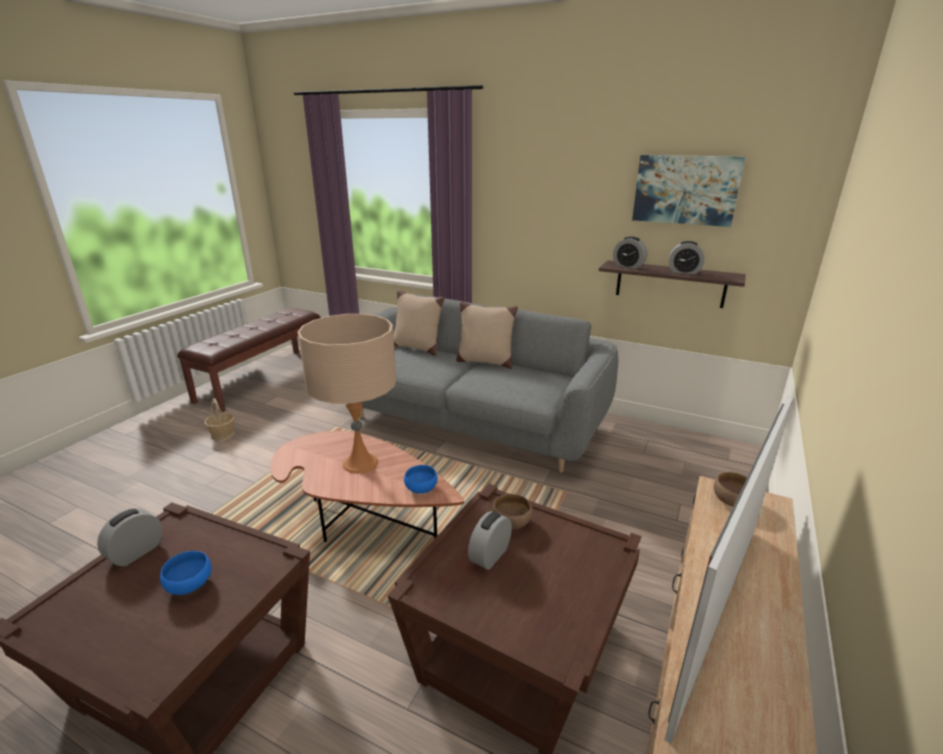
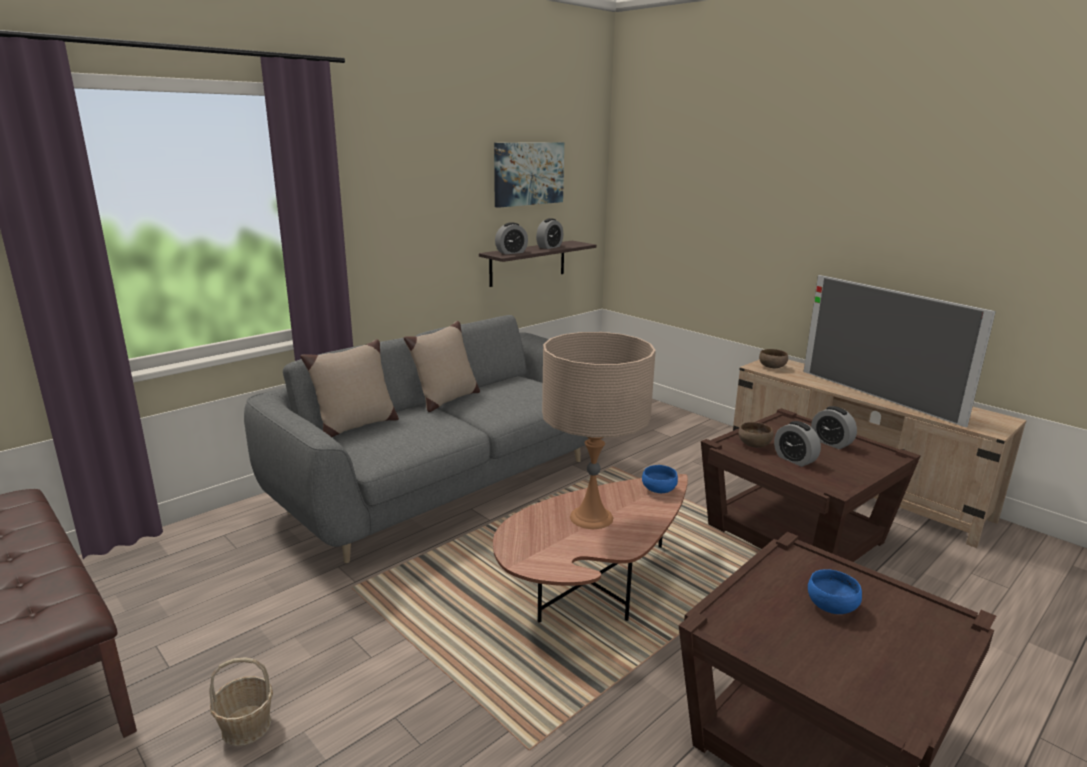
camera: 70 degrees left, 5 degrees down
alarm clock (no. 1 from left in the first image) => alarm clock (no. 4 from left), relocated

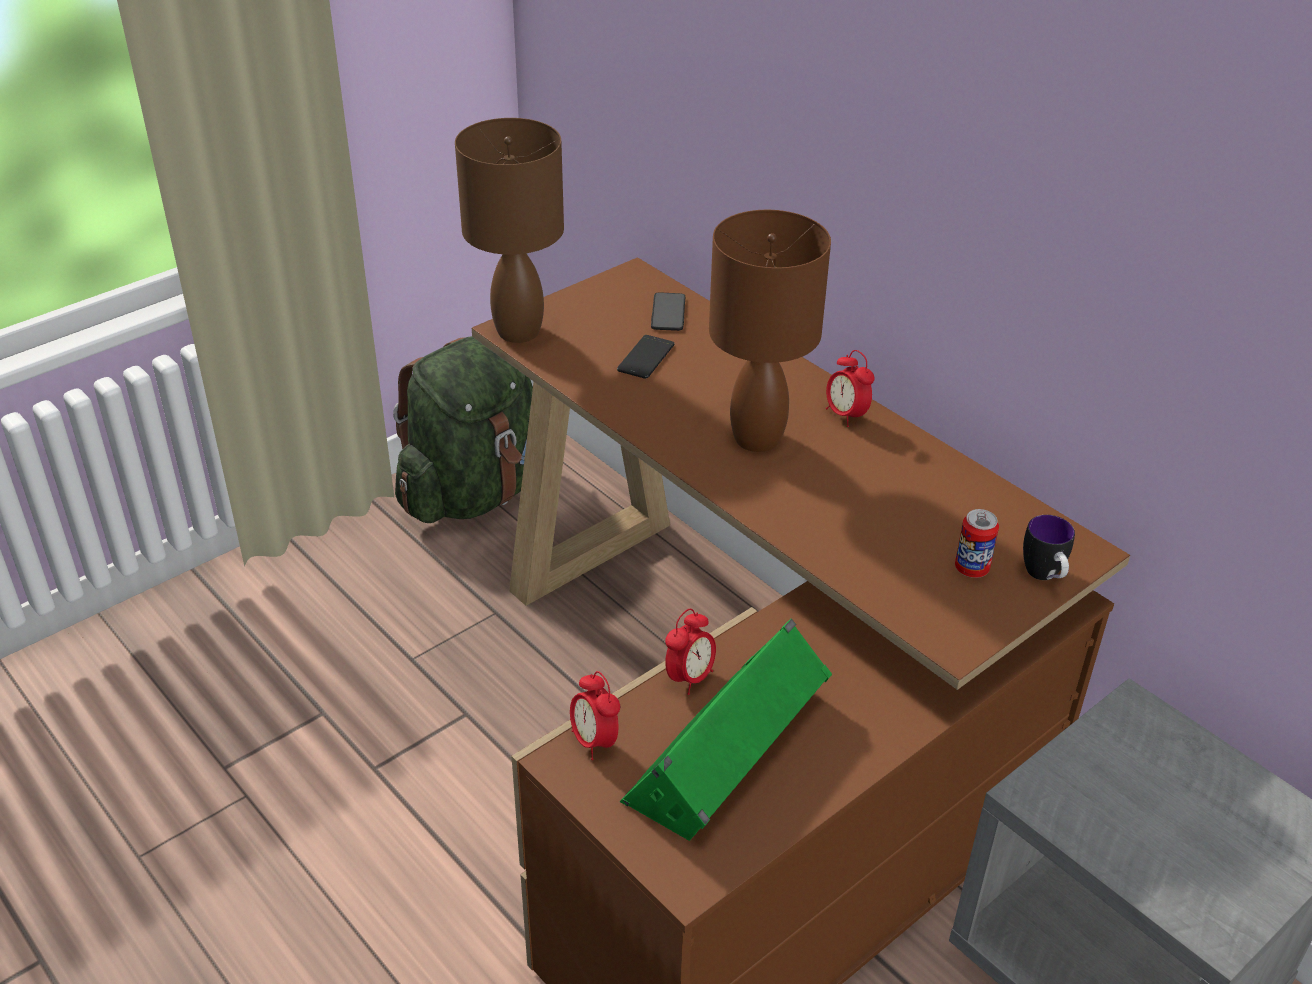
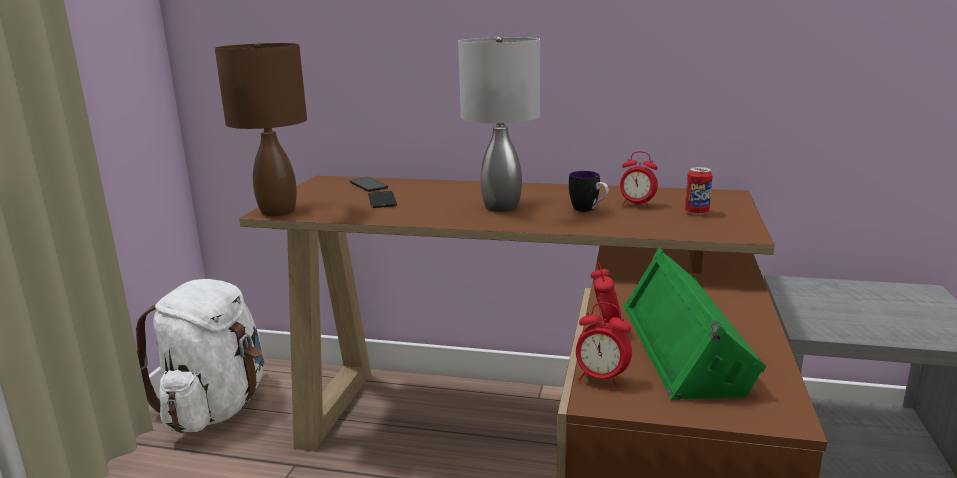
camera: 35 degrees left, 20 degrees down
brown table lamp (no. 2 from left) => grey table lamp
green backpack => white backpack
alarm clock (no. 3 from left), relocated
mug, relocated

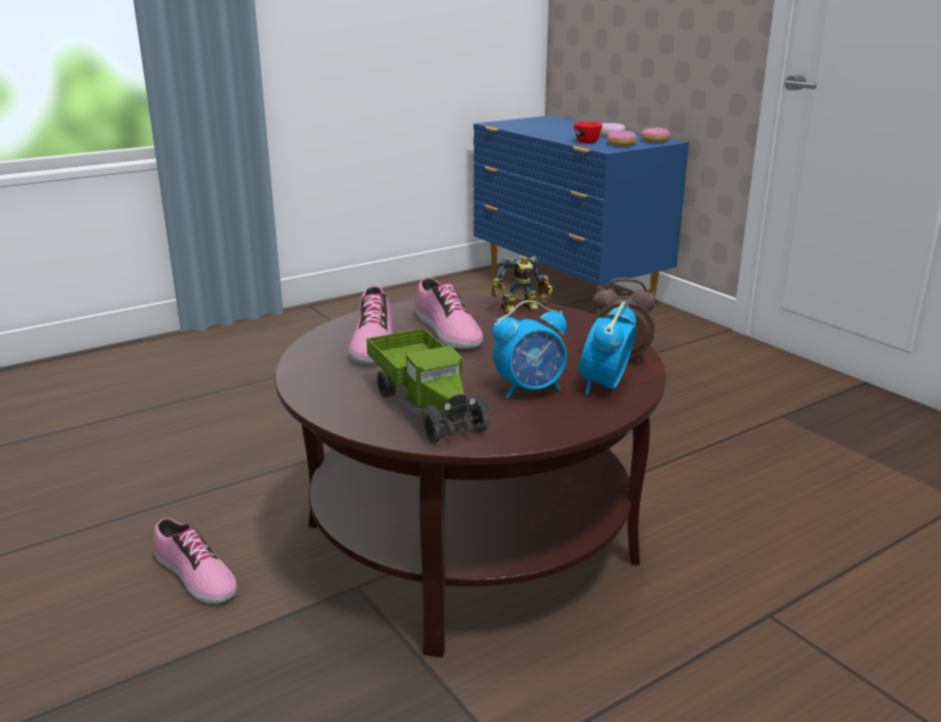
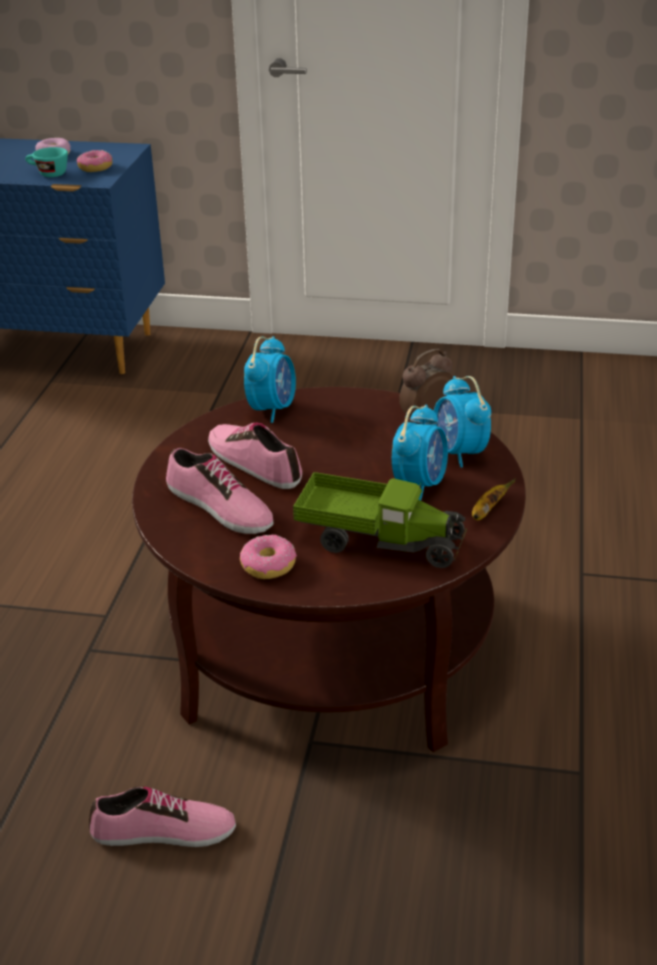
camera: 45 degrees left, 10 degrees up
red cup => turquoise cup
donut (no. 3 from left), relocated
toy robot => alarm clock (no. 1 from left)
shoe (no. 3 from left), 150 degrees counterclockwise
nothing => banana

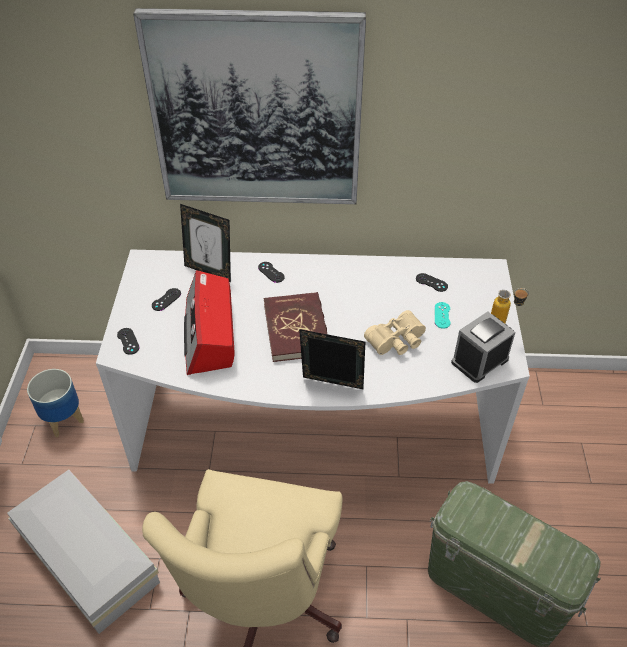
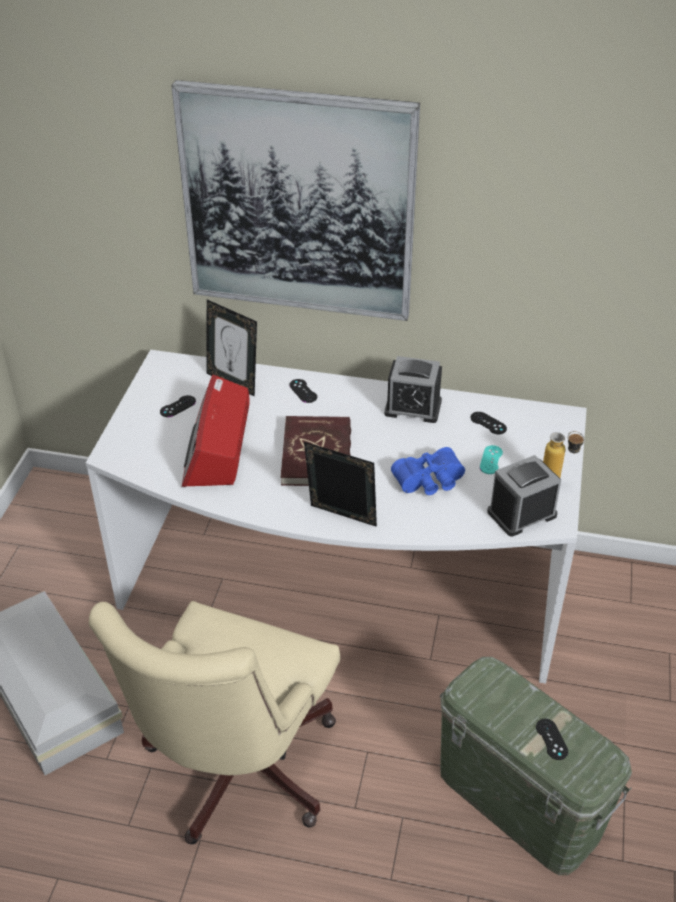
camera: 10 degrees right, 5 degrees down
beige binoculars => blue binoculars
black game controller (no. 1 from left in the first image) => black game controller (no. 4 from left), relocated
planter => nothing
nothing => alarm clock (no. 1 from left)

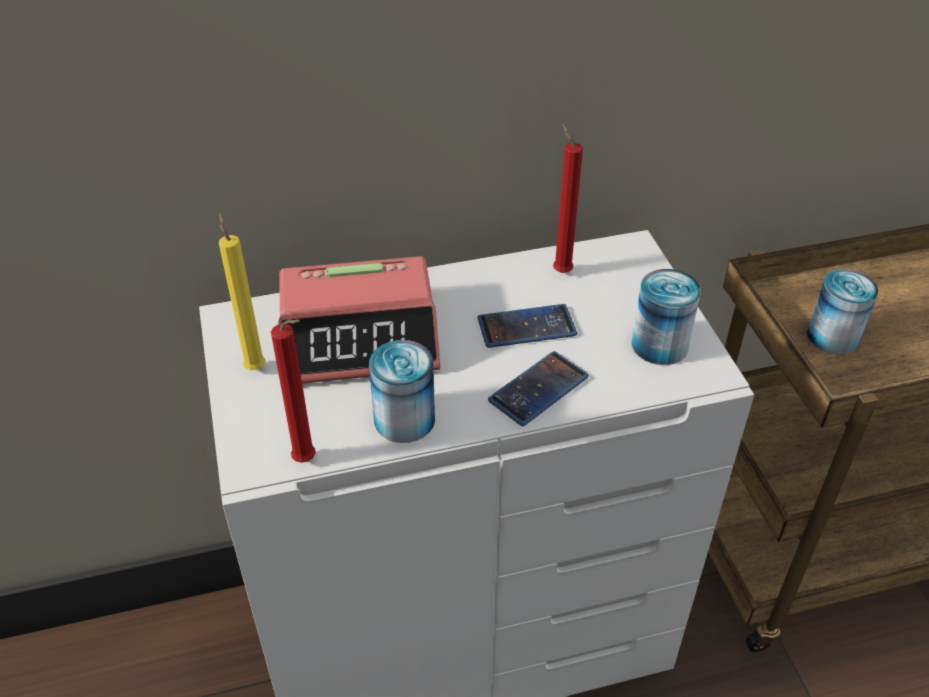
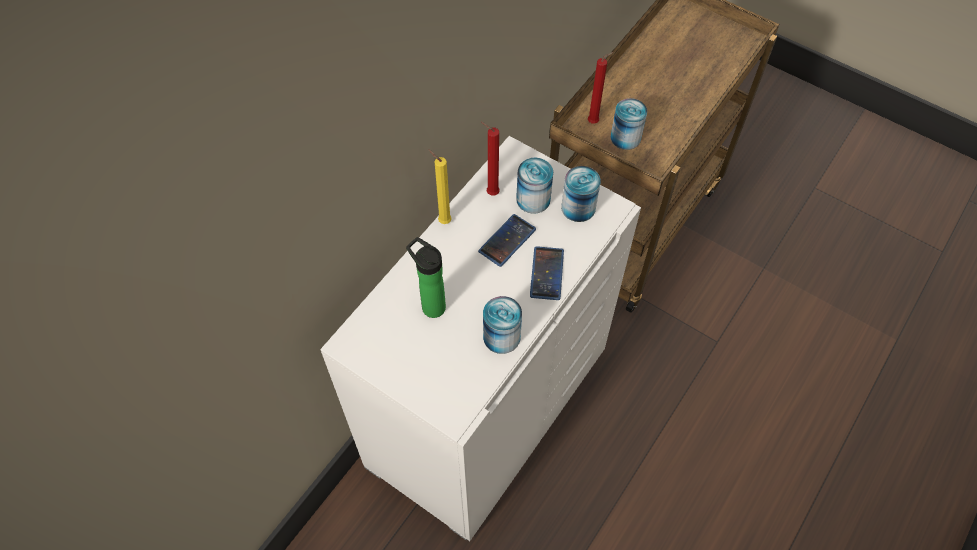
camera: 40 degrees left, 15 degrees up
yellow candle, relocated
alarm clock => bottle
red candle (no. 1 from left in the first image) => red candle (no. 2 from left), relocated
nothing => can (no. 2 from left)

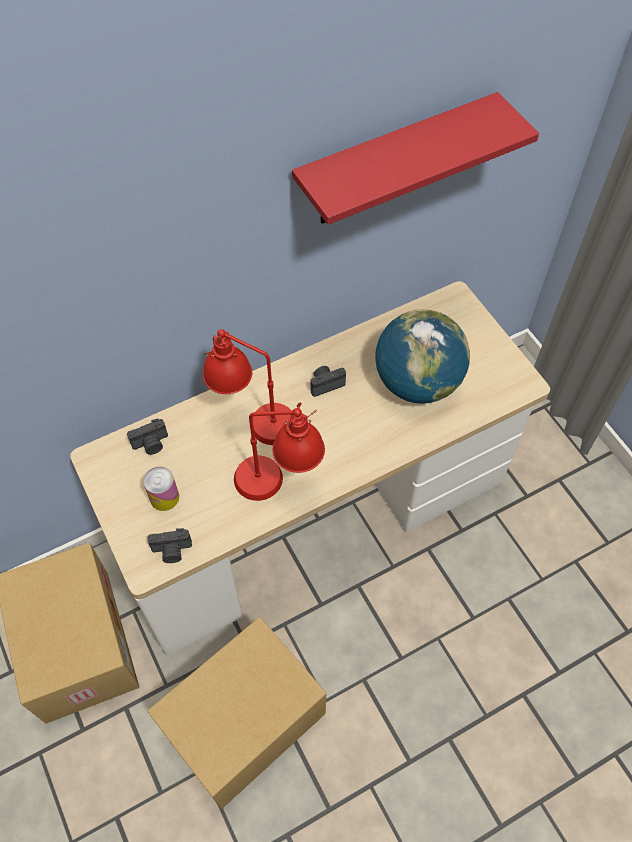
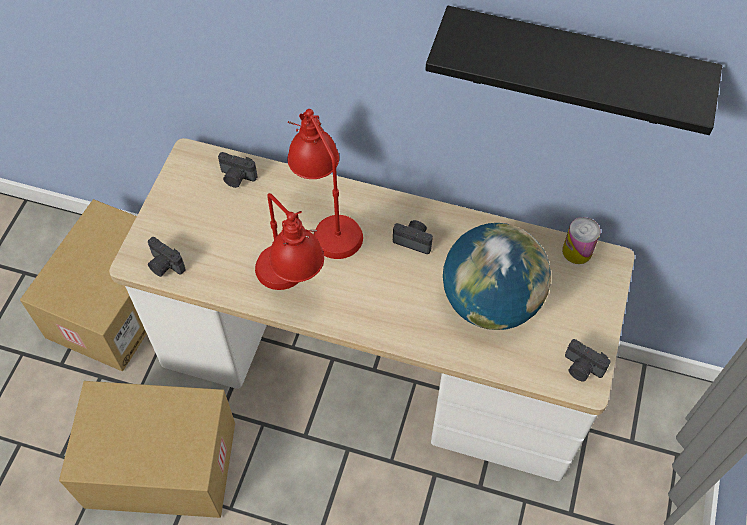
camera: 45 degrees right, 0 degrees up
red shelf => black shelf
can, relocated
nothing => photo camera (no. 4 from left)

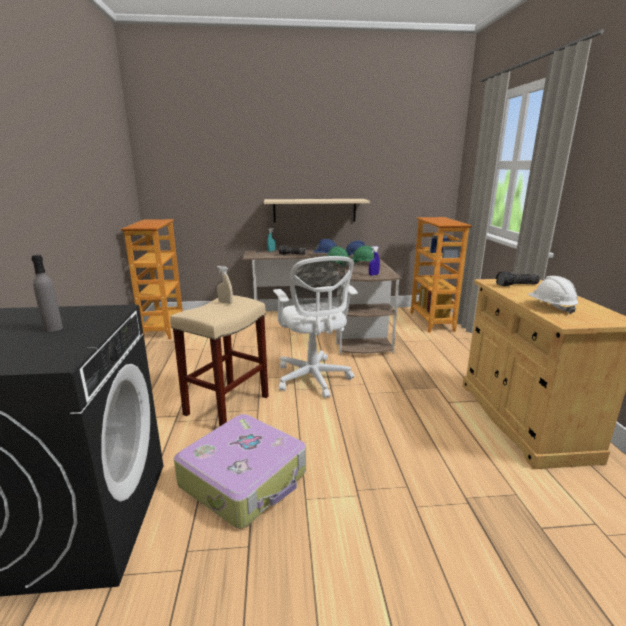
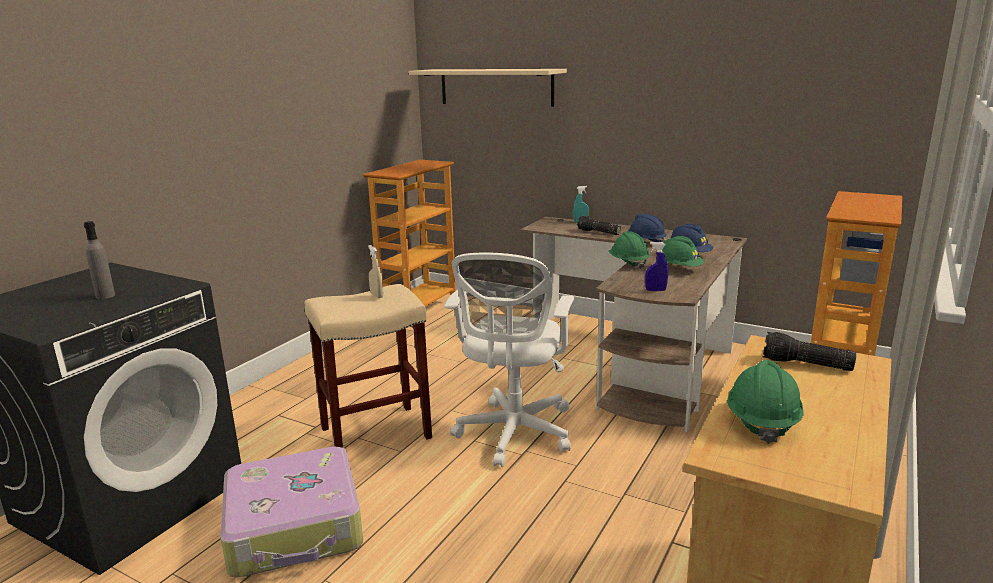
camera: 35 degrees right, 0 degrees up
beige shelf, relocated
white hard hat => green hard hat (no. 3 from left)

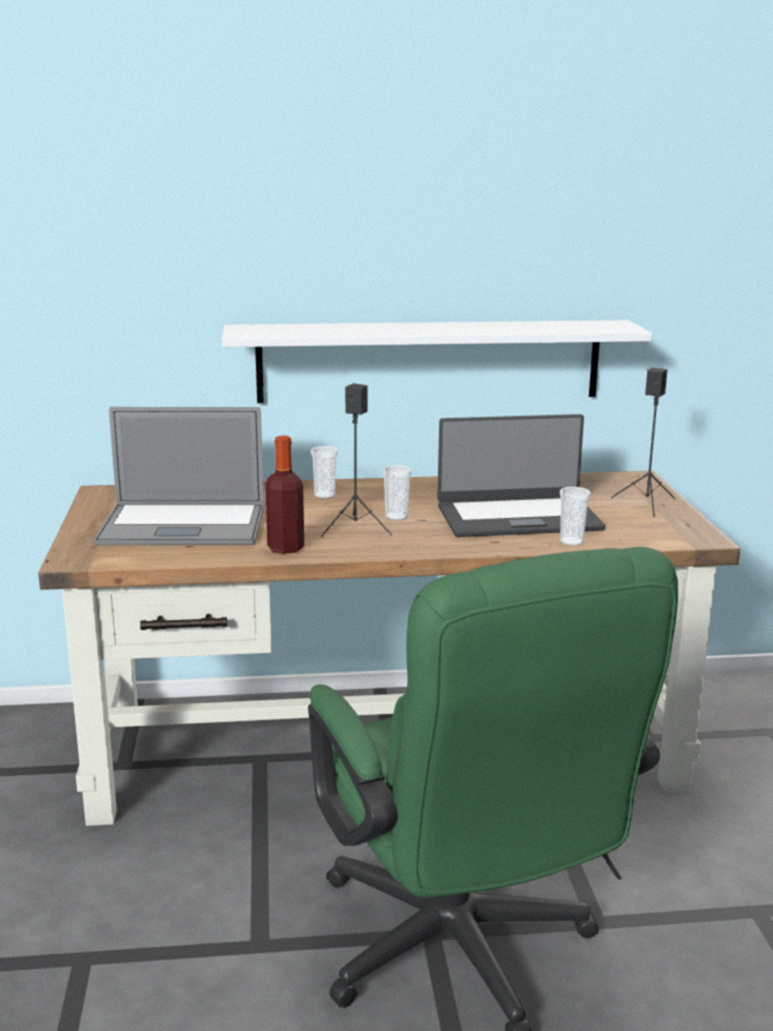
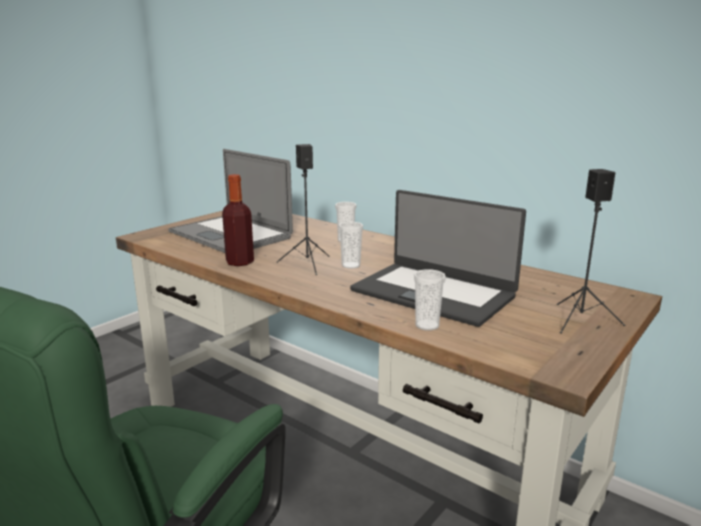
camera: 45 degrees right, 0 degrees up
white shelf => nothing

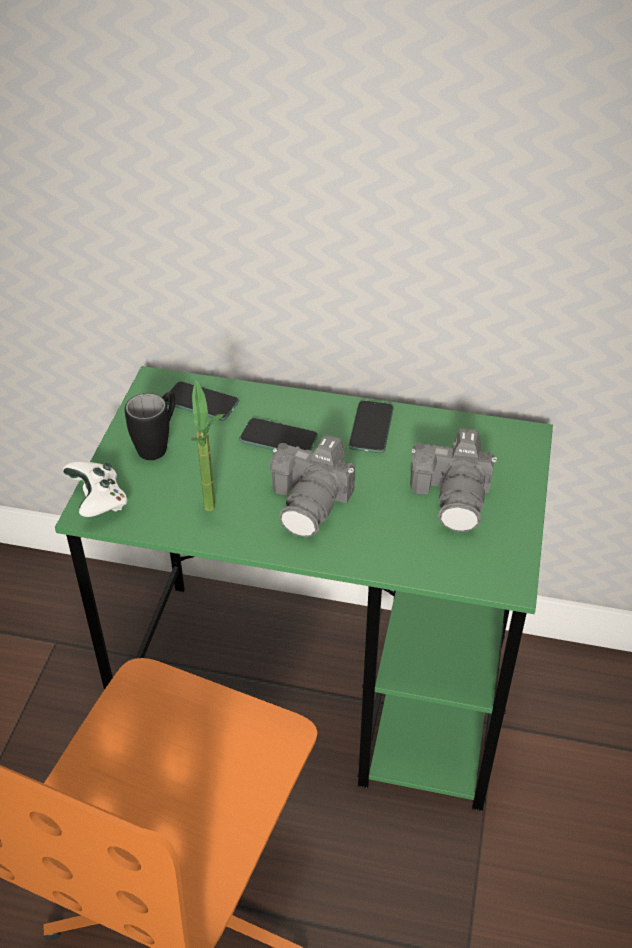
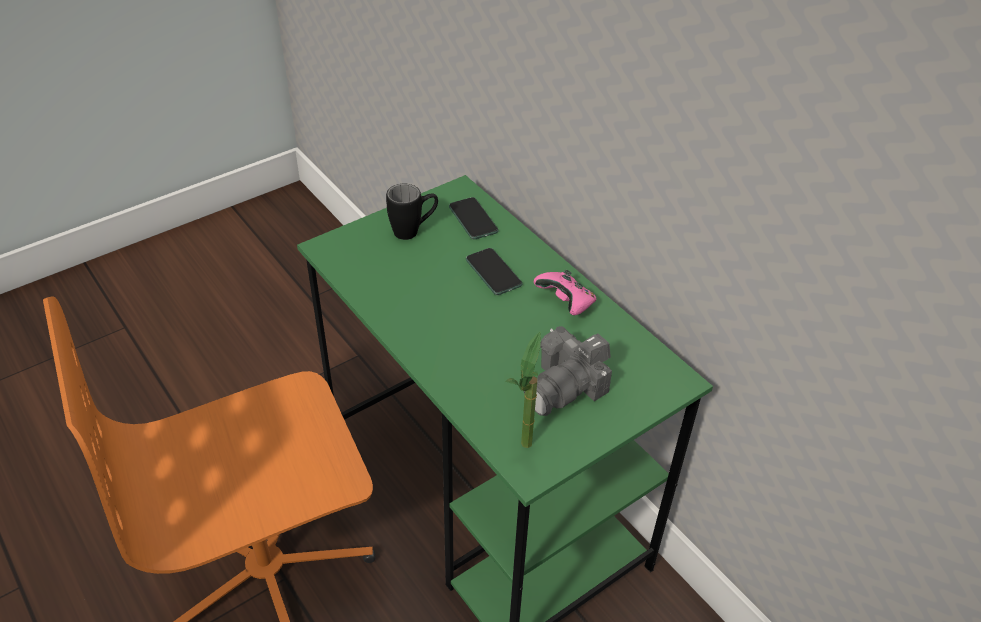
camera: 40 degrees right, 0 degrees up
potted plant, relocated
phone (no. 3 from left) => pink game controller
photo camera (no. 1 from left) => nothing
white game controller => nothing

